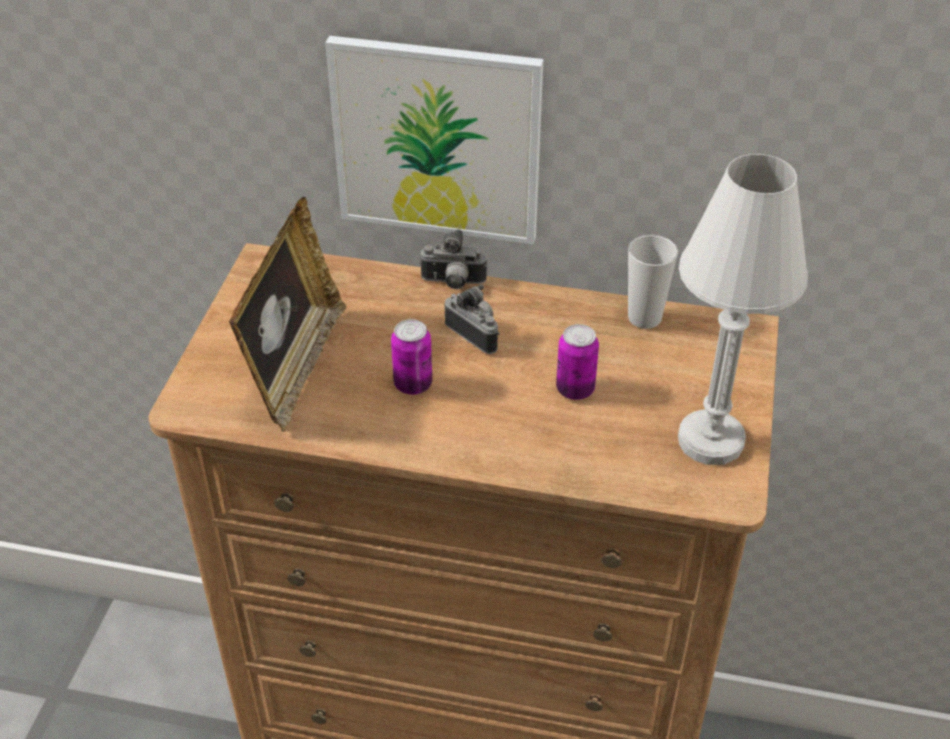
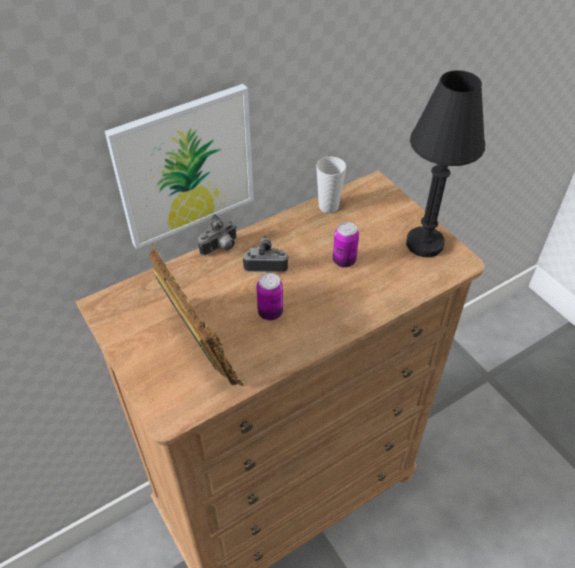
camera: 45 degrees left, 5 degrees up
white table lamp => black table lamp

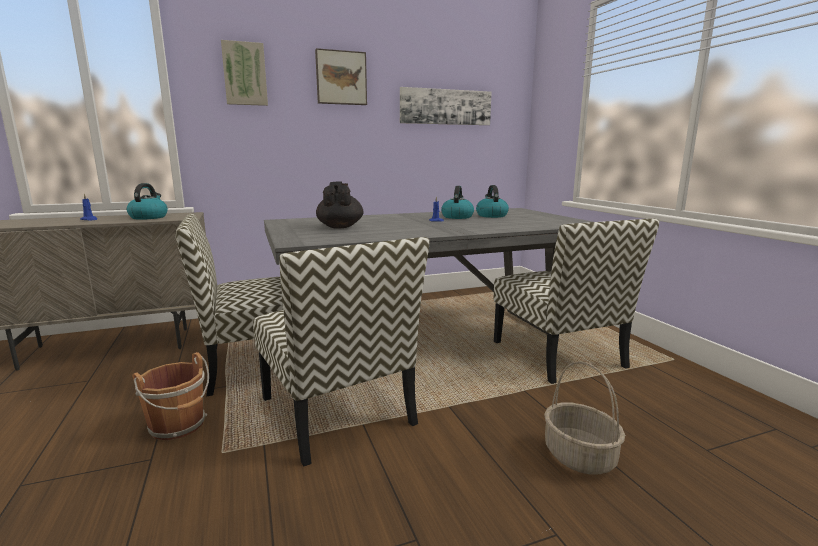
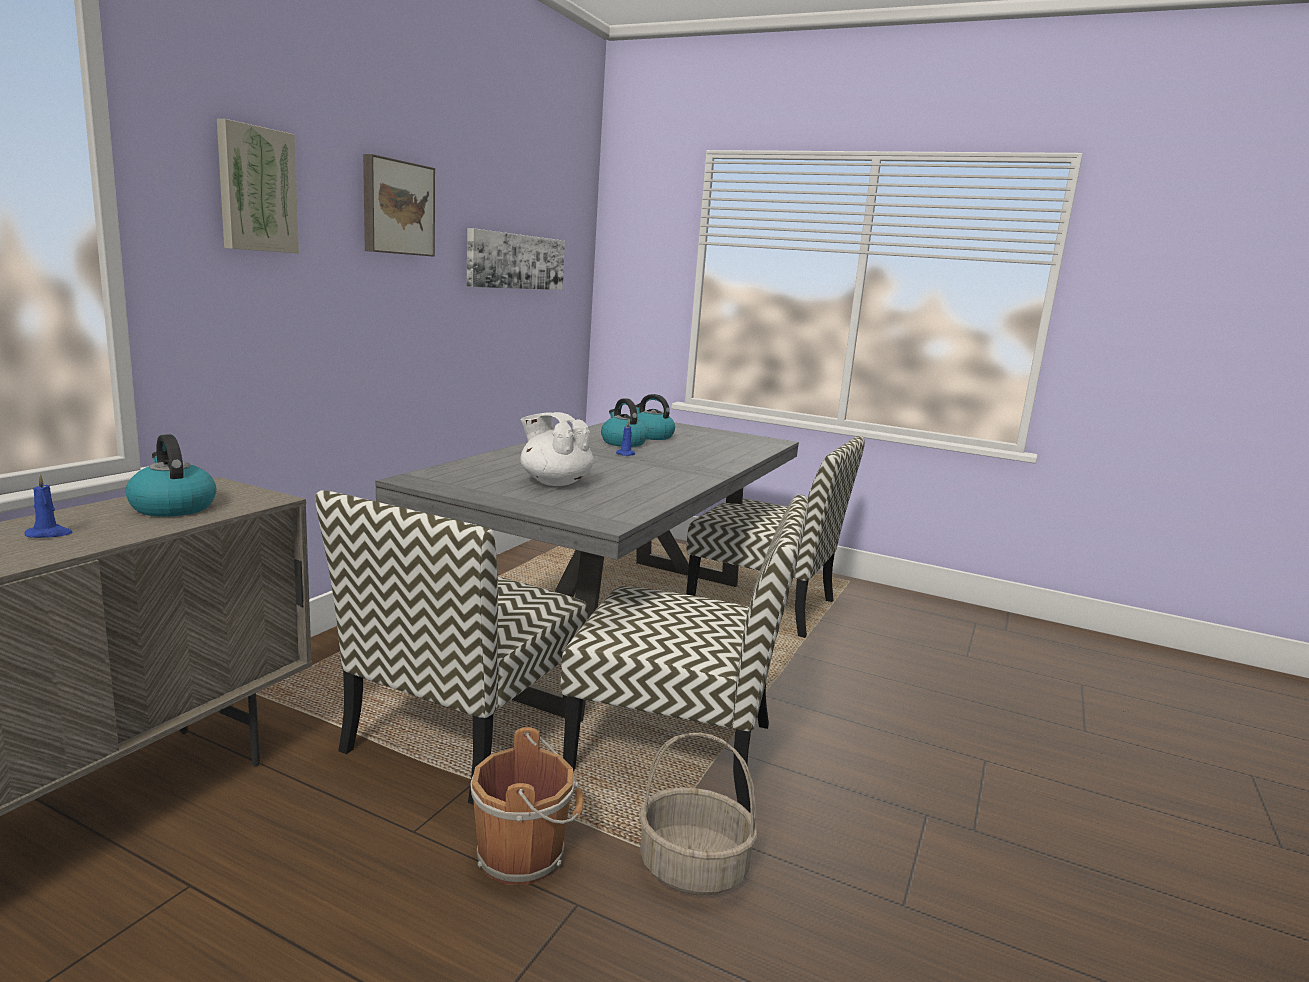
camera: 45 degrees left, 0 degrees up
black teapot => white teapot
basket, relocated

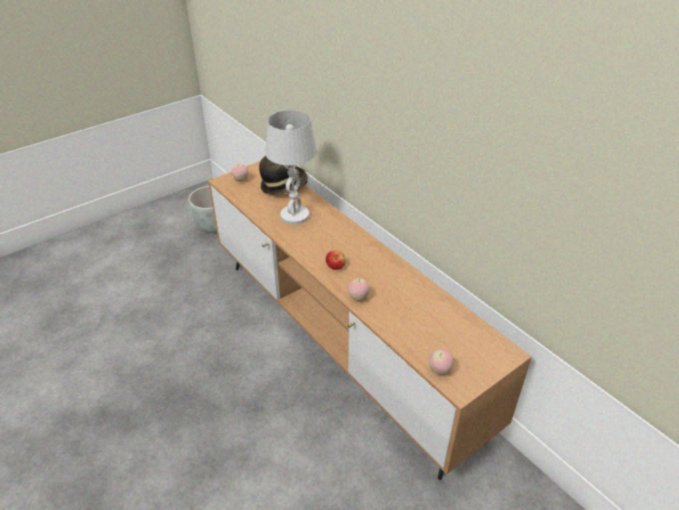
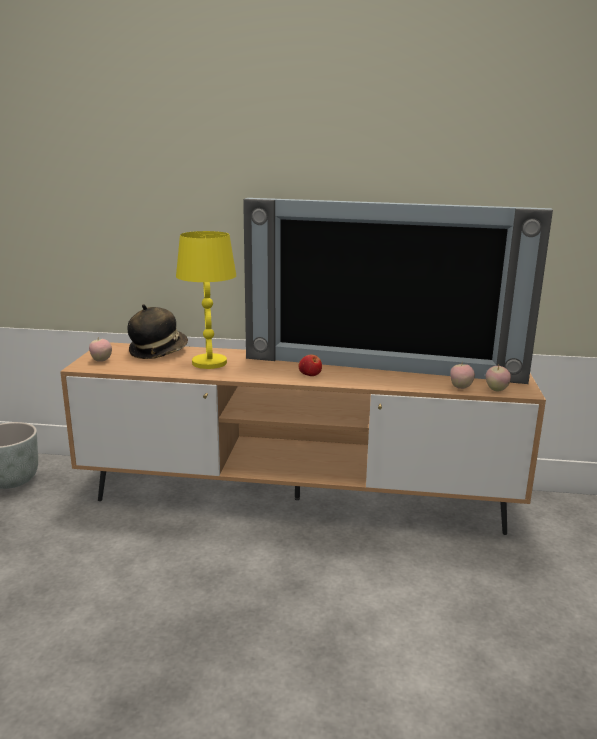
camera: 45 degrees left, 20 degrees down
white table lamp => yellow table lamp
apple (no. 3 from left), relocated
nothing => television

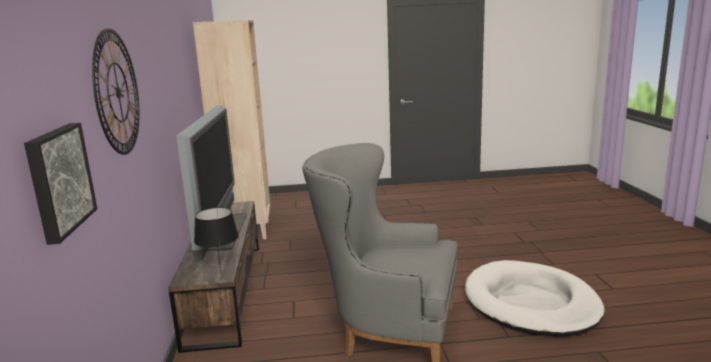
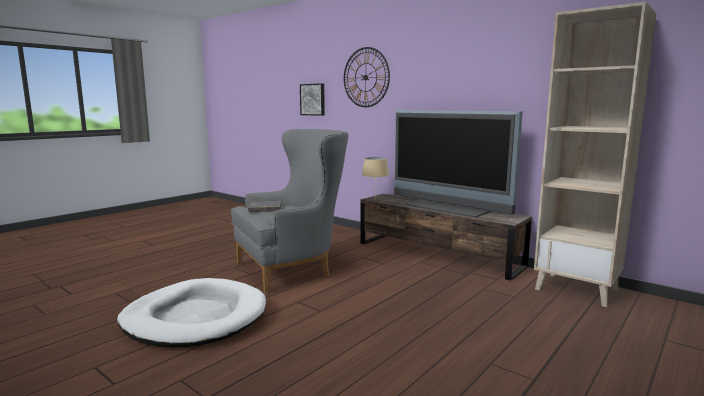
camera: 135 degrees right, 5 degrees down
black table lamp => beige table lamp
nothing => grey book

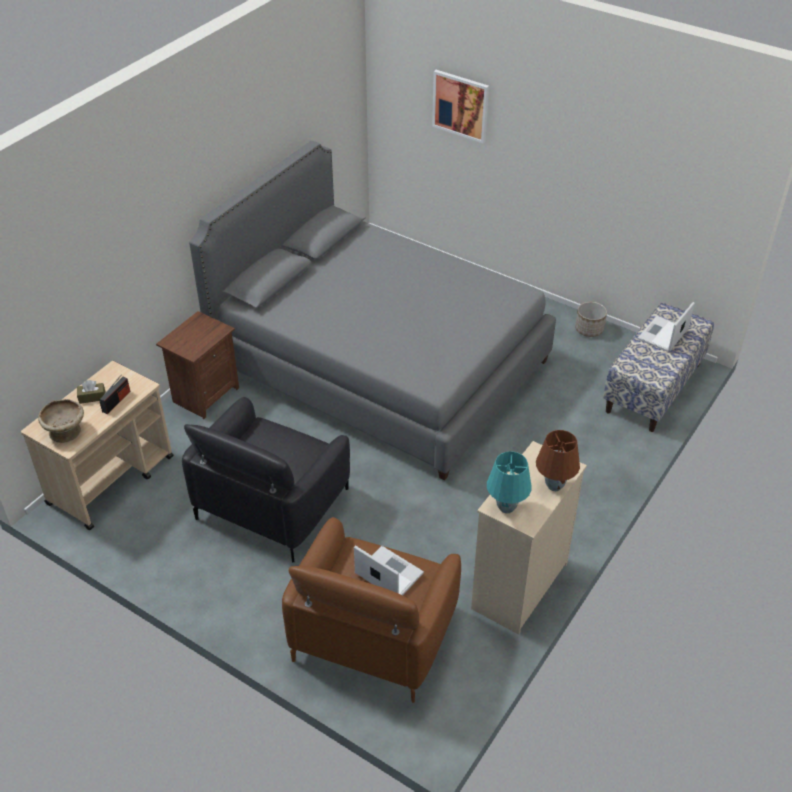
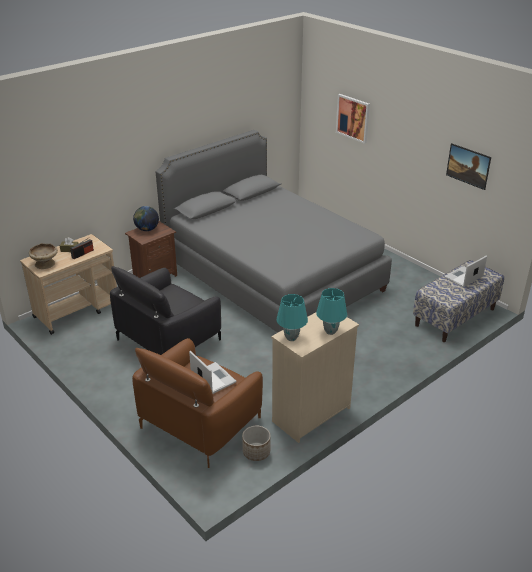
camera: 15 degrees right, 10 degrees down
planter, relocated
brown table lamp => turquoise table lamp (no. 2 from left)
nothing => picture (no. 2 from left)
nothing => globe

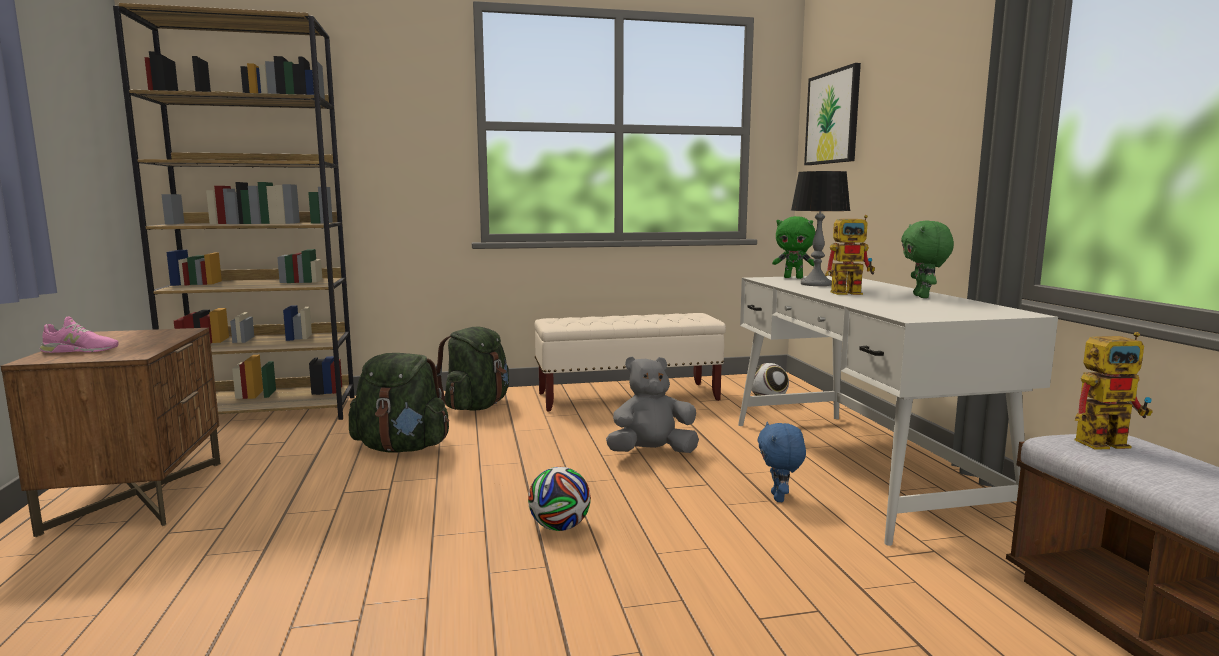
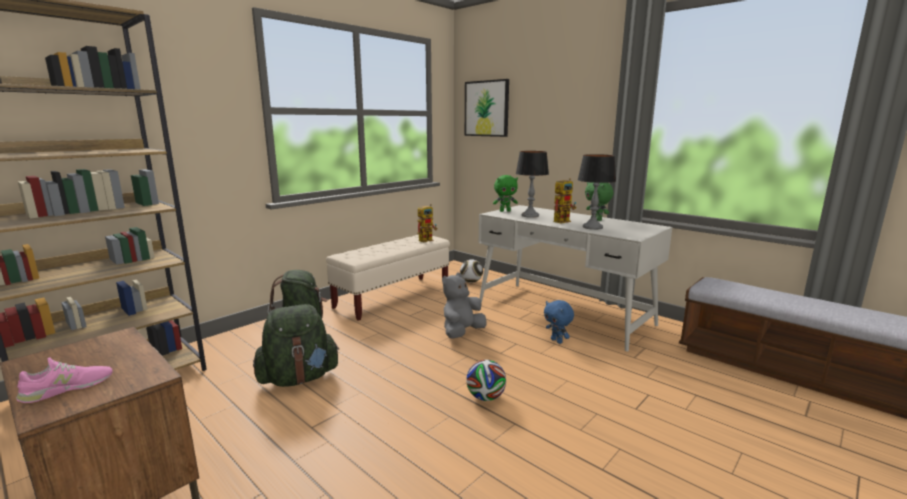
camera: 35 degrees left, 5 degrees up
toy robot (no. 2 from left in the first image) => toy robot (no. 1 from left), relocated
nothing => table lamp (no. 2 from left)

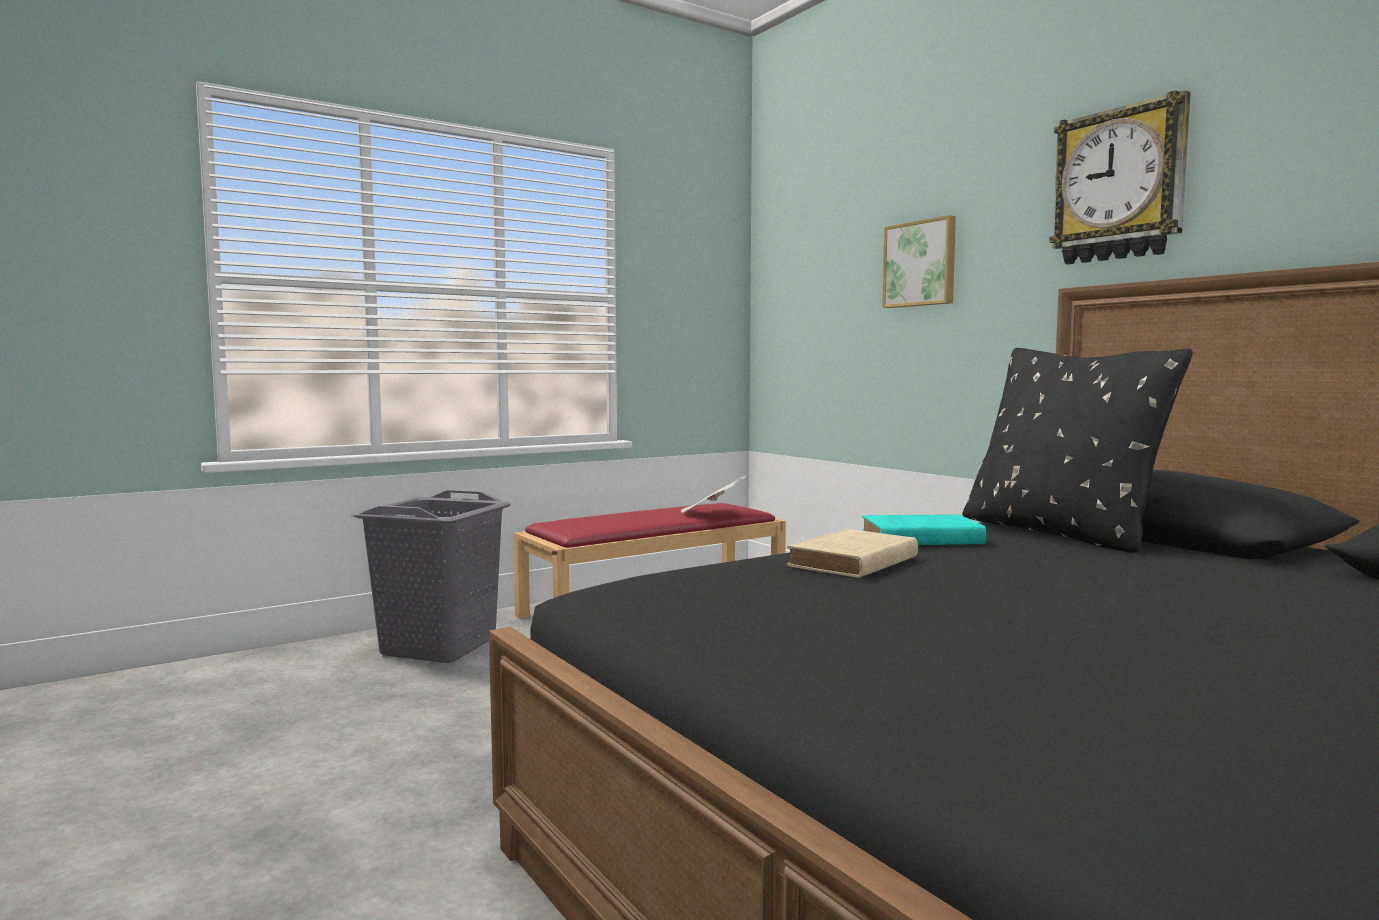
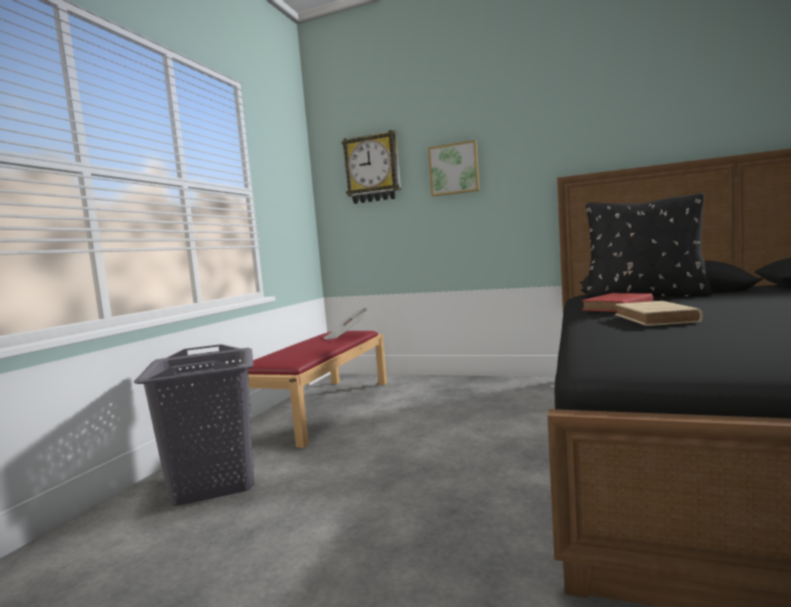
camera: 35 degrees left, 0 degrees up
wall clock, relocated
turquoise book => red book

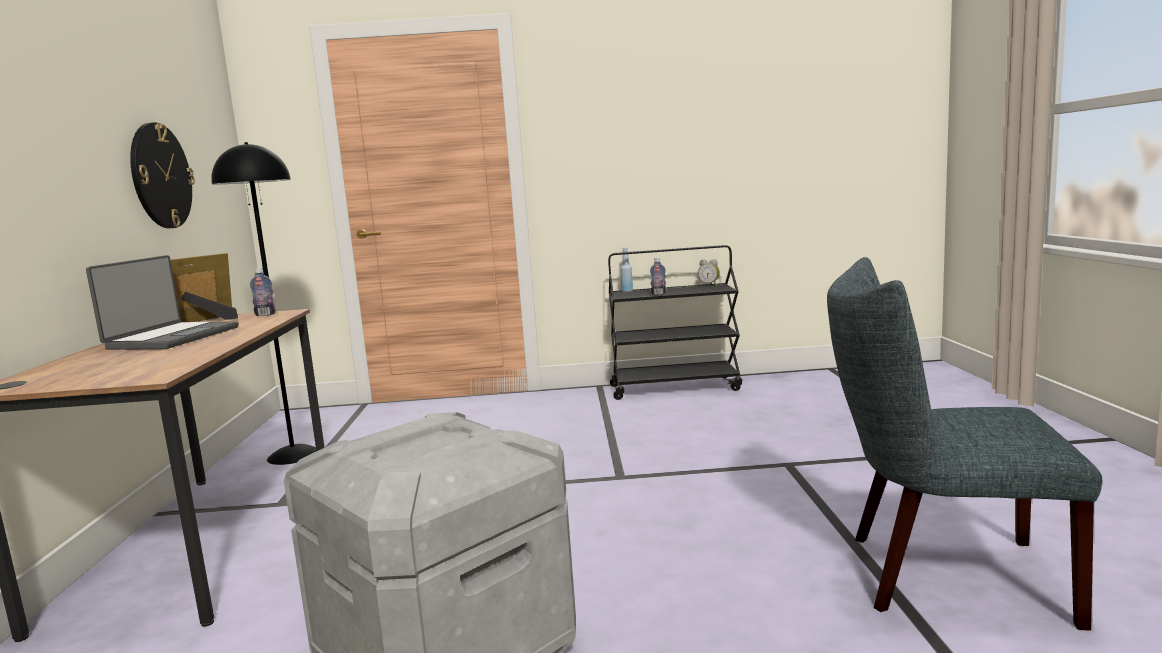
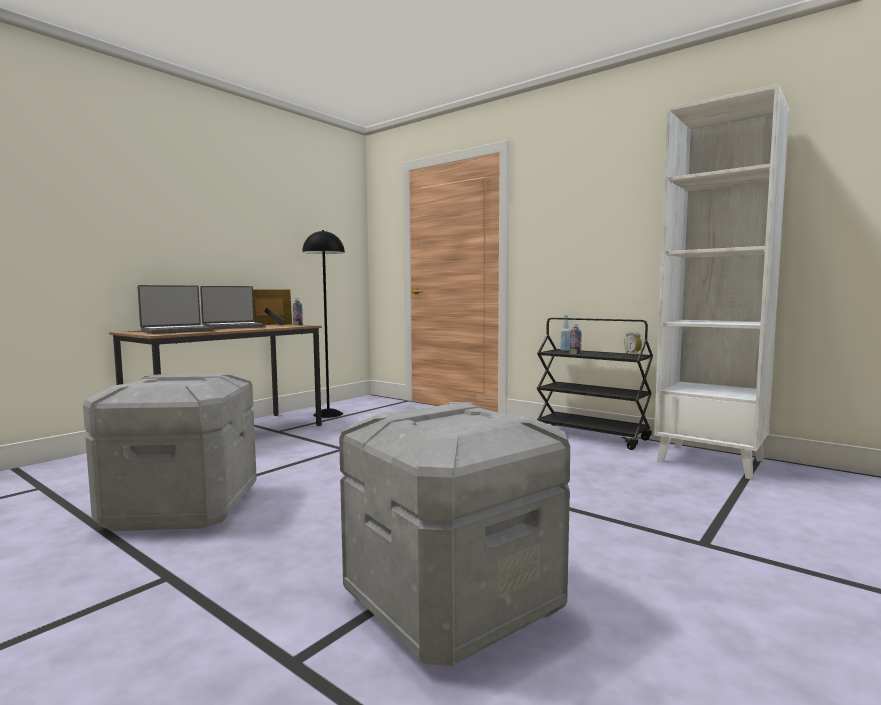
camera: 40 degrees right, 5 degrees down
wall clock => nothing
grey chair => grey storage box (no. 2 from left)
nothing => white bookcase
nothing => laptop (no. 1 from left)

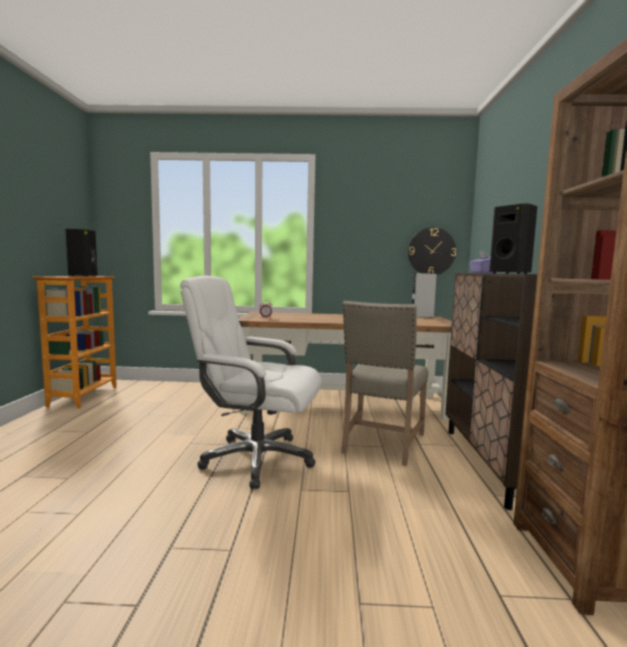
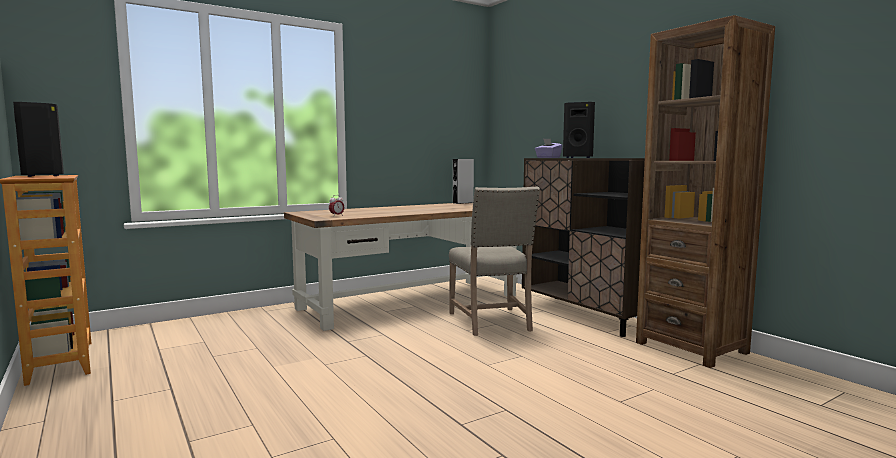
camera: 35 degrees left, 0 degrees up
wall clock => nothing
white office chair => nothing

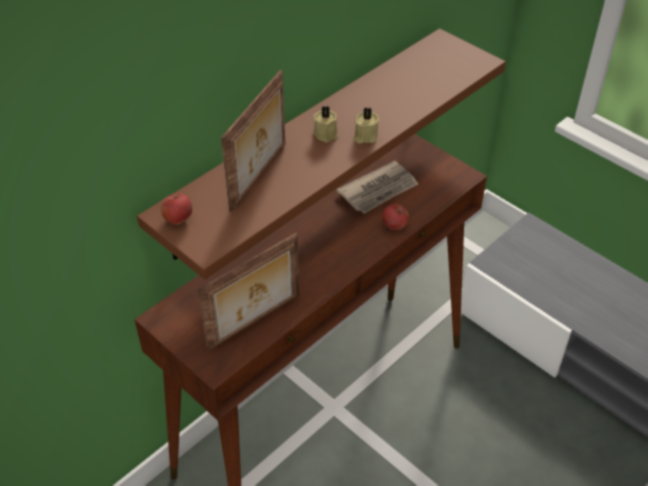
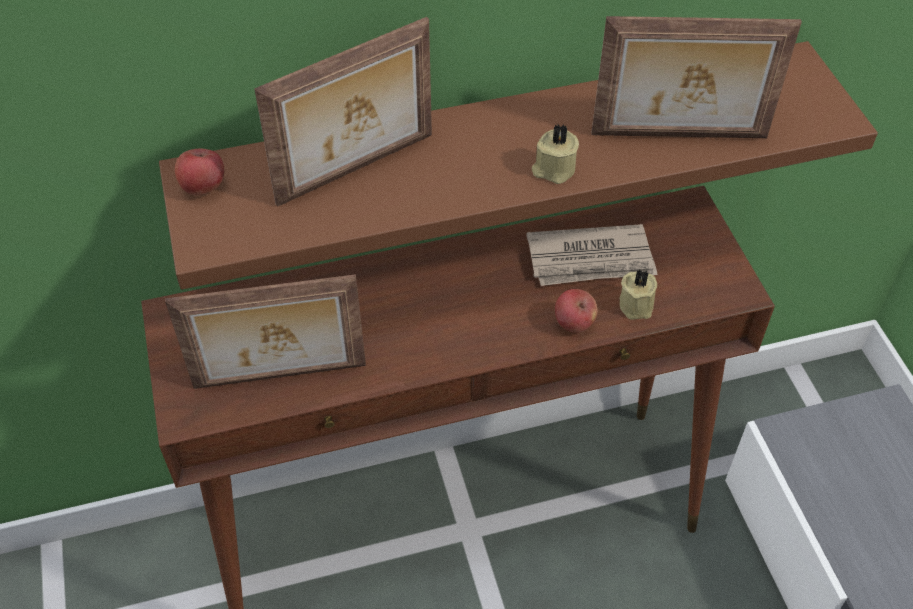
camera: 30 degrees right, 5 degrees up
beige candle (no. 1 from left in the first image) => beige candle (no. 2 from left), relocated
nothing => picture frame (no. 3 from left)

